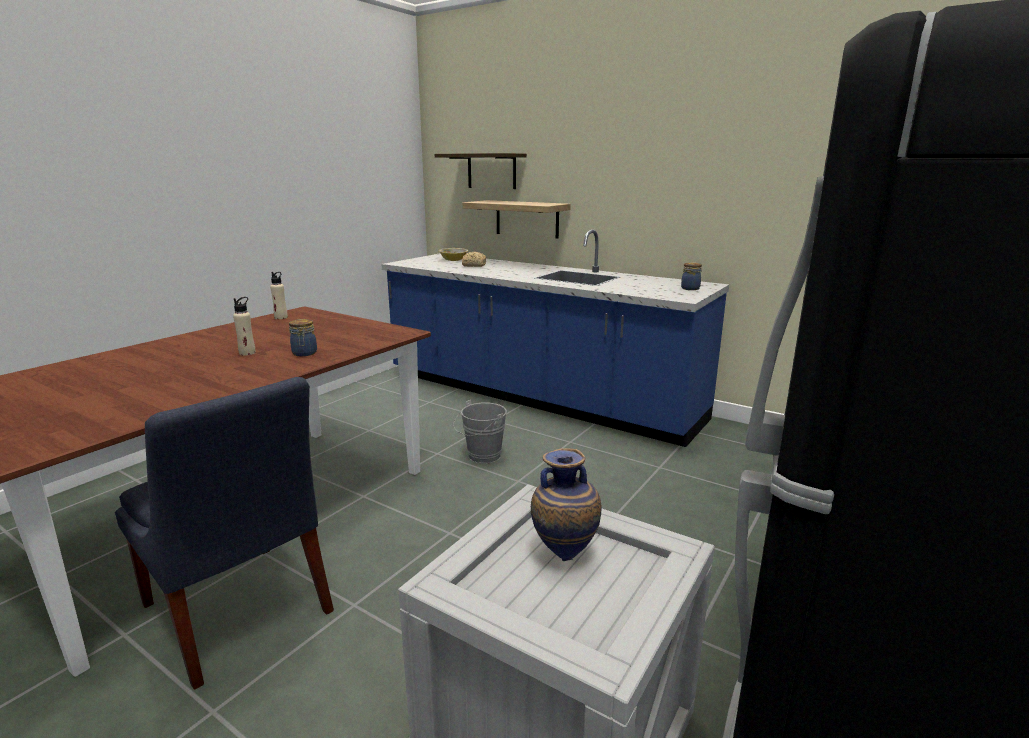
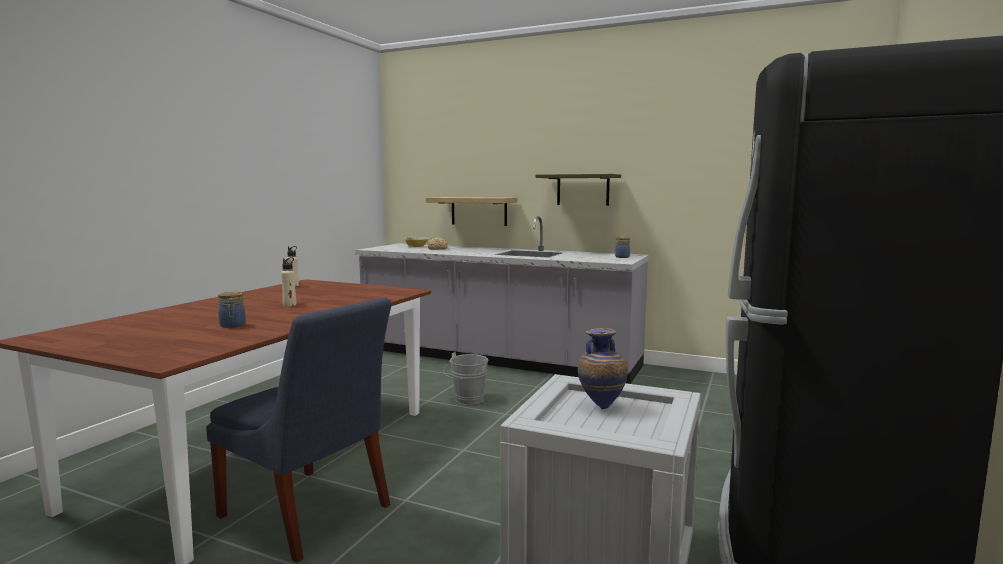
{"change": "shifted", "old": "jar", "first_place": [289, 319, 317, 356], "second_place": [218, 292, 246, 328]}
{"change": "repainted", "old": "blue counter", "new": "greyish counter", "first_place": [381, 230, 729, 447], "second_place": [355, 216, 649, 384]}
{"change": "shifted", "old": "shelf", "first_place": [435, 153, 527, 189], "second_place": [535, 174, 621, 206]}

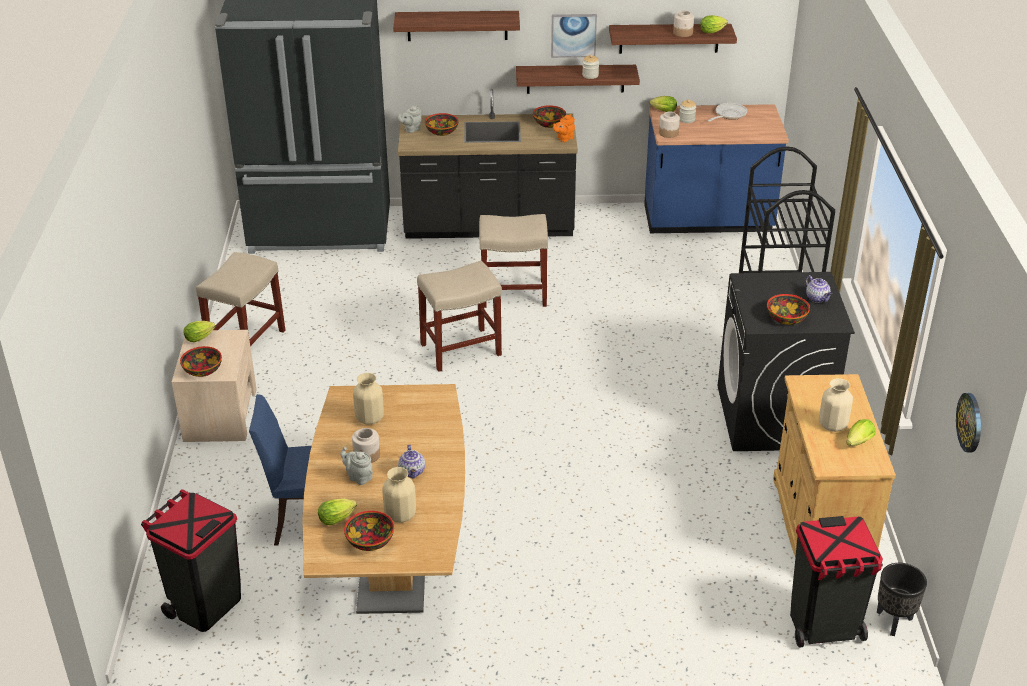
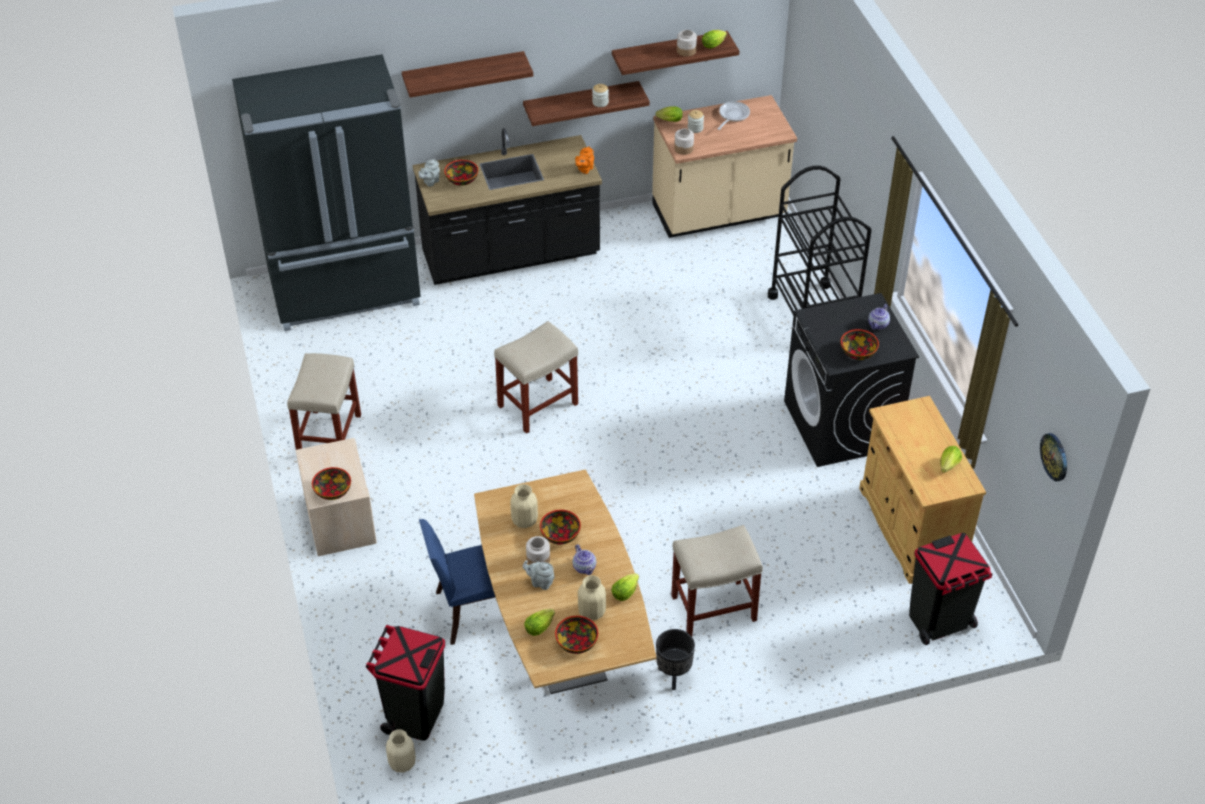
{"change": "shifted", "old": "beige-coloured flower vase", "first_place": [819, 378, 853, 432], "second_place": [386, 729, 416, 772]}
{"change": "shifted", "old": "deep dish", "first_place": [533, 105, 566, 128], "second_place": [540, 510, 581, 545]}
{"change": "shifted", "old": "lettuce", "first_place": [184, 321, 215, 342], "second_place": [611, 573, 639, 601]}
{"change": "repainted", "old": "blue counter", "new": "beige-coloured counter", "first_place": [644, 104, 789, 233], "second_place": [652, 95, 797, 238]}
{"change": "shifted", "old": "black-coloured plant pot", "first_place": [877, 563, 927, 636], "second_place": [656, 629, 695, 690]}
{"change": "shifted", "old": "beige-coloured stool", "first_place": [479, 214, 548, 308], "second_place": [671, 525, 763, 636]}
{"change": "rotated", "old": "tea pot", "first_place": [805, 275, 833, 303], "second_place": [868, 304, 890, 329], "degrees": 75}
{"change": "gone", "old": "picture", "first_place": [551, 14, 597, 58]}

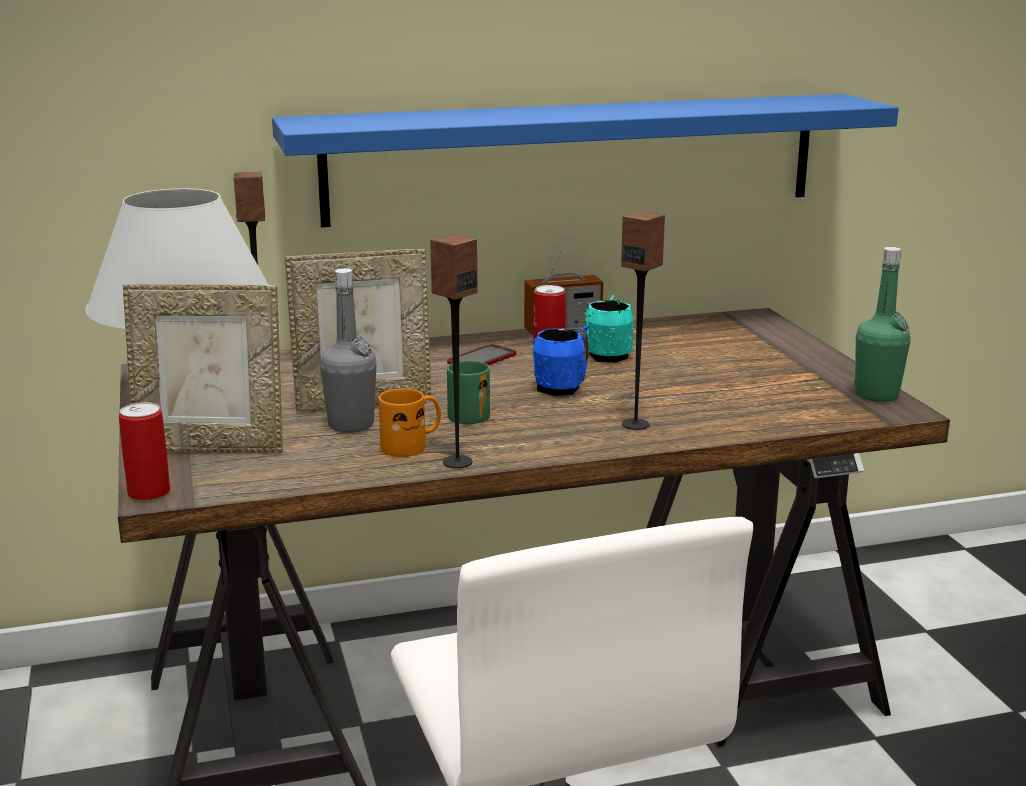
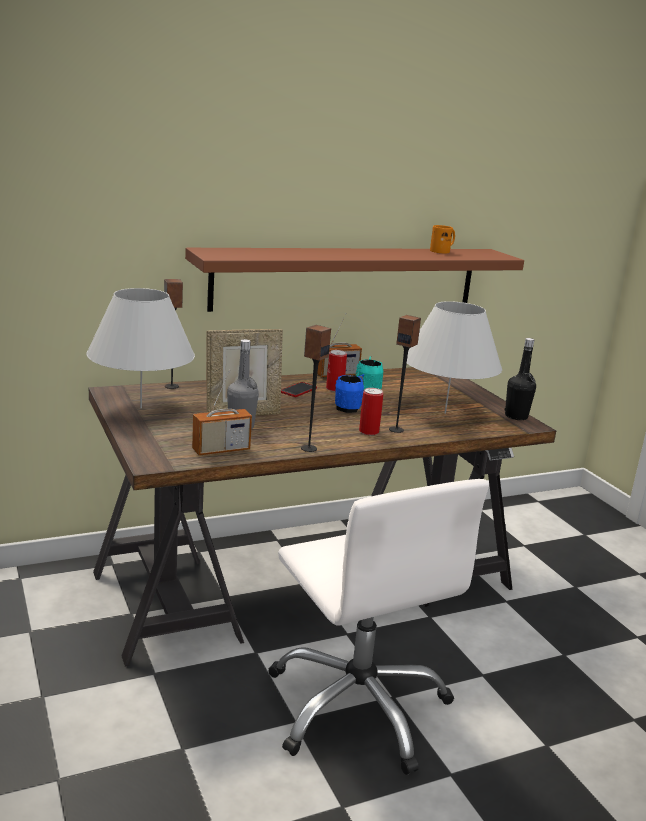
{"change": "repainted", "old": "blue shelf", "new": "brown-coloured shelf", "first_place": [272, 94, 899, 227], "second_place": [185, 248, 524, 312]}
{"change": "new", "new": "radio", "second_place": [192, 370, 252, 455]}
{"change": "shifted", "old": "metal can", "first_place": [119, 402, 170, 501], "second_place": [359, 388, 383, 435]}
{"change": "new", "new": "whitish lamp for a table", "second_place": [407, 301, 502, 414]}
{"change": "shifted", "old": "orangey tea mug", "first_place": [379, 389, 441, 457], "second_place": [430, 225, 455, 253]}
{"change": "repainted", "old": "greenish drink bottle", "new": "black-coloured drink bottle", "first_place": [854, 247, 911, 402], "second_place": [505, 338, 536, 420]}
{"change": "gone", "old": "picture frame", "first_place": [123, 284, 283, 453]}
{"change": "gone", "old": "greenish tea mug", "first_place": [447, 360, 490, 424]}

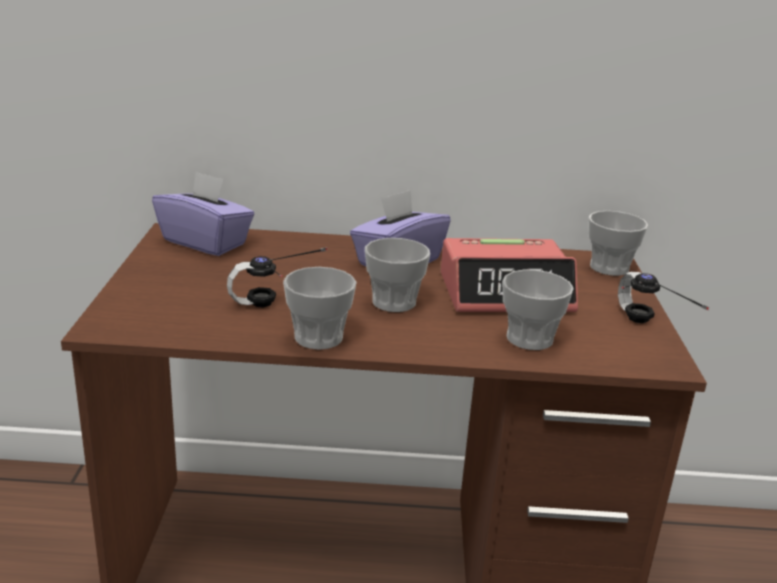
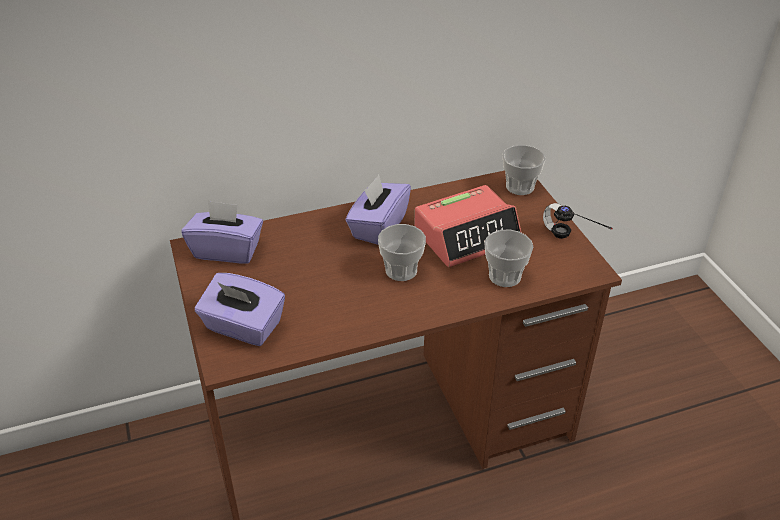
{"change": "new", "new": "purplish box of tissues", "second_place": [195, 273, 285, 346]}
{"change": "gone", "old": "headphones", "first_place": [227, 248, 327, 308]}
{"change": "gone", "old": "cup", "first_place": [283, 267, 357, 350]}

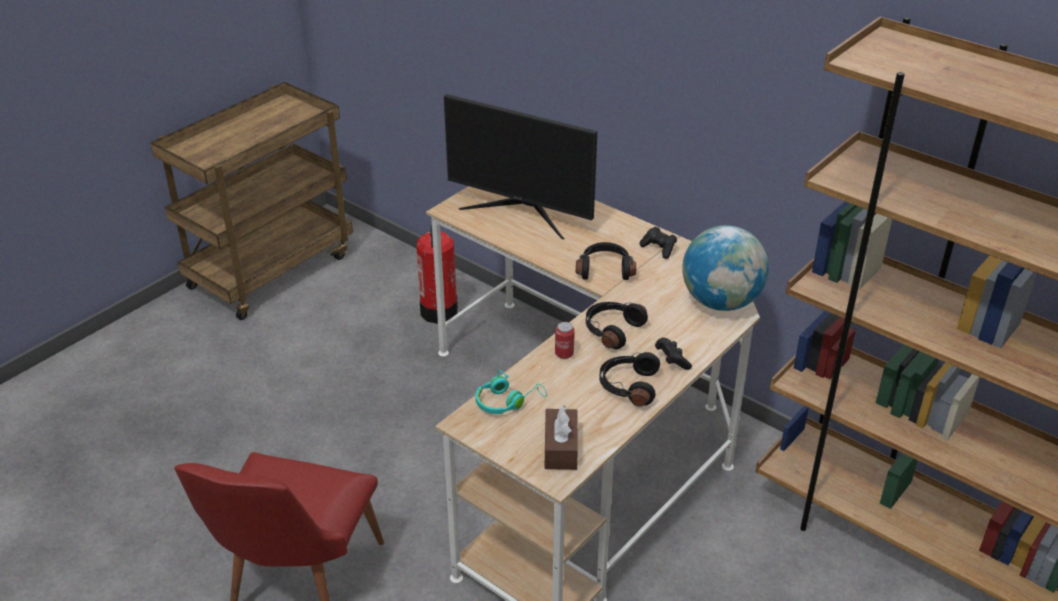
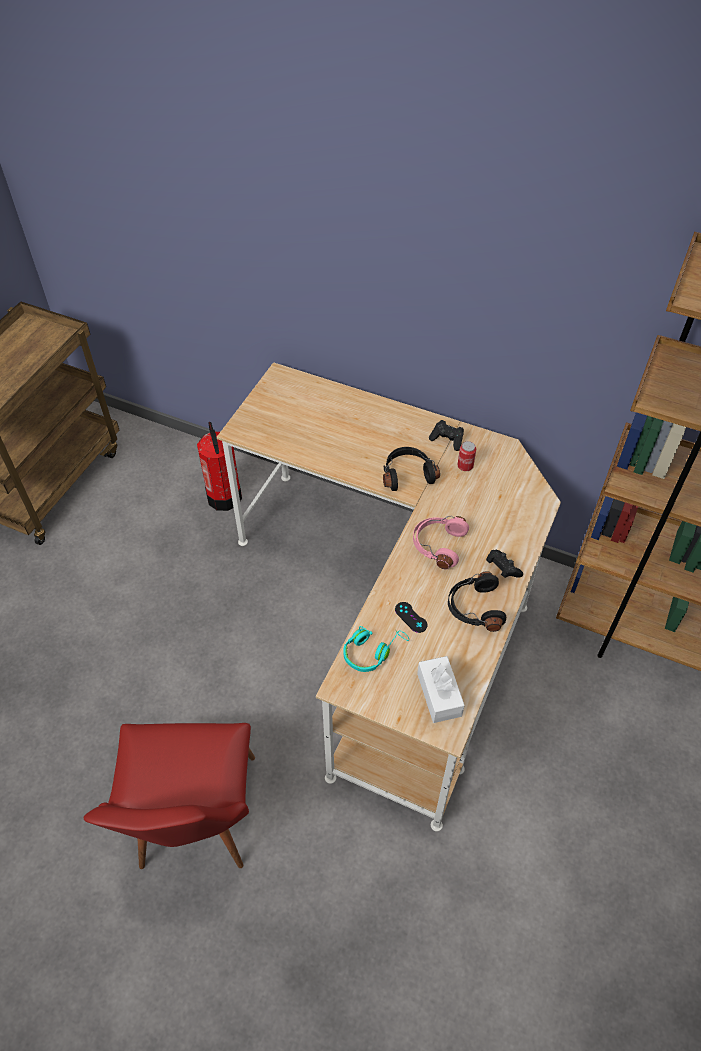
{"change": "new", "new": "black-coloured gamepad", "second_place": [395, 602, 428, 633]}
{"change": "repainted", "old": "black-coloured headphones", "new": "pink headphones", "first_place": [586, 302, 648, 349], "second_place": [413, 516, 469, 570]}
{"change": "repainted", "old": "brown-coloured box of tissues", "new": "whitish box of tissues", "first_place": [545, 405, 578, 470], "second_place": [417, 656, 465, 723]}
{"change": "shifted", "old": "metal can", "first_place": [555, 322, 575, 359], "second_place": [458, 441, 476, 471]}
{"change": "gone", "old": "computer screen", "first_place": [444, 94, 597, 239]}
{"change": "gone", "old": "world globe", "first_place": [682, 225, 769, 311]}

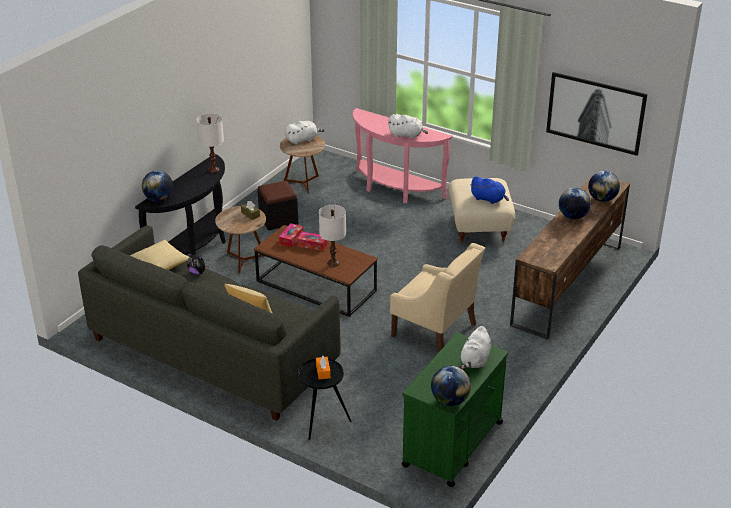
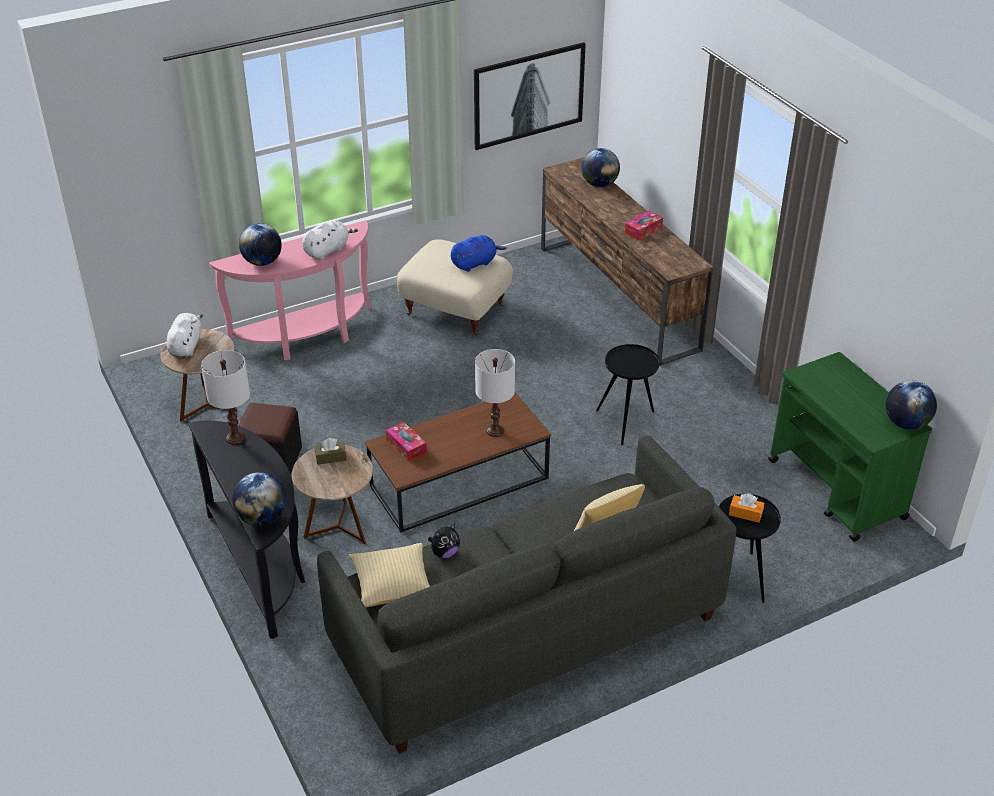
{"change": "shifted", "old": "world globe", "first_place": [559, 188, 591, 219], "second_place": [239, 223, 282, 266]}
{"change": "swapped", "old": "beige-coloured lounge chair", "new": "black-coloured accent table", "first_place": [390, 243, 485, 352], "second_place": [596, 344, 660, 445]}
{"change": "shifted", "old": "box of tissues", "first_place": [297, 232, 328, 251], "second_place": [625, 211, 663, 241]}
{"change": "gone", "old": "whitish plush toy", "first_place": [458, 326, 491, 369]}

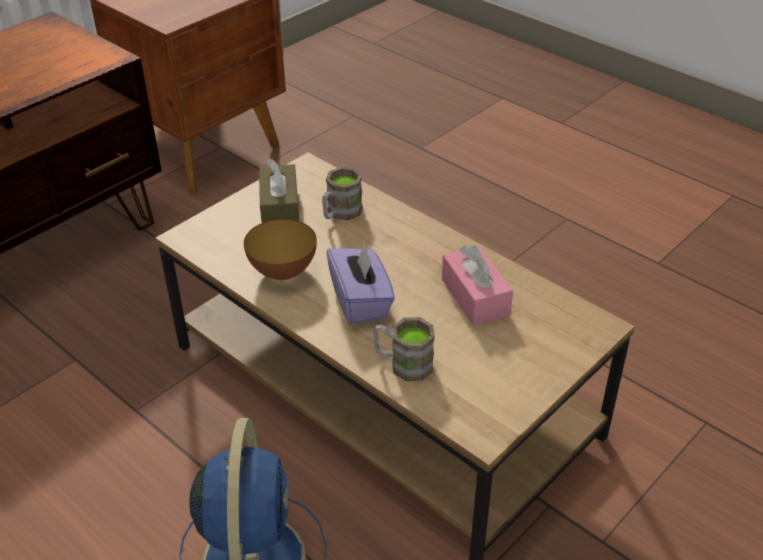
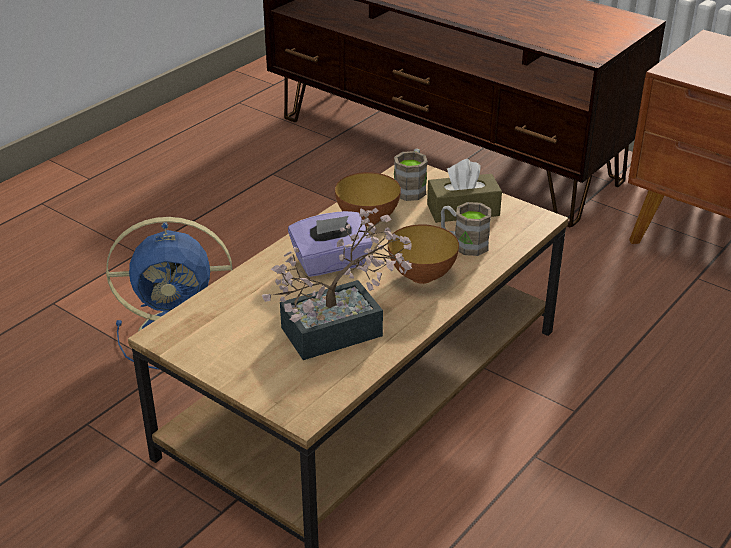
{"change": "swapped", "old": "pink box of tissues", "new": "houseplant", "first_place": [442, 245, 513, 326], "second_place": [262, 208, 412, 360]}
{"change": "new", "new": "deep dish", "second_place": [388, 224, 459, 284]}
{"change": "shifted", "old": "brown-coloured tea mug", "first_place": [373, 317, 435, 381], "second_place": [394, 149, 428, 201]}

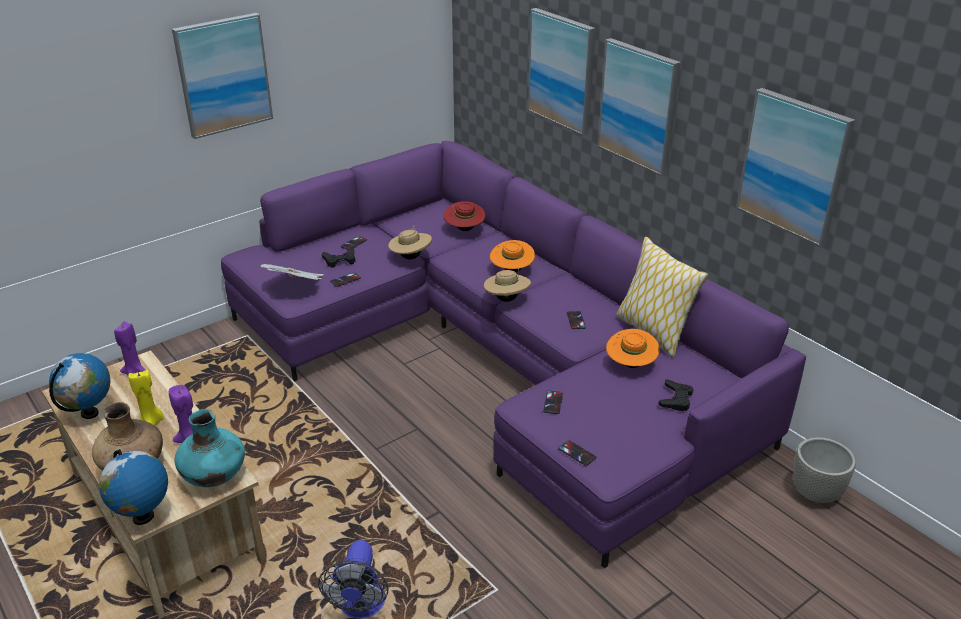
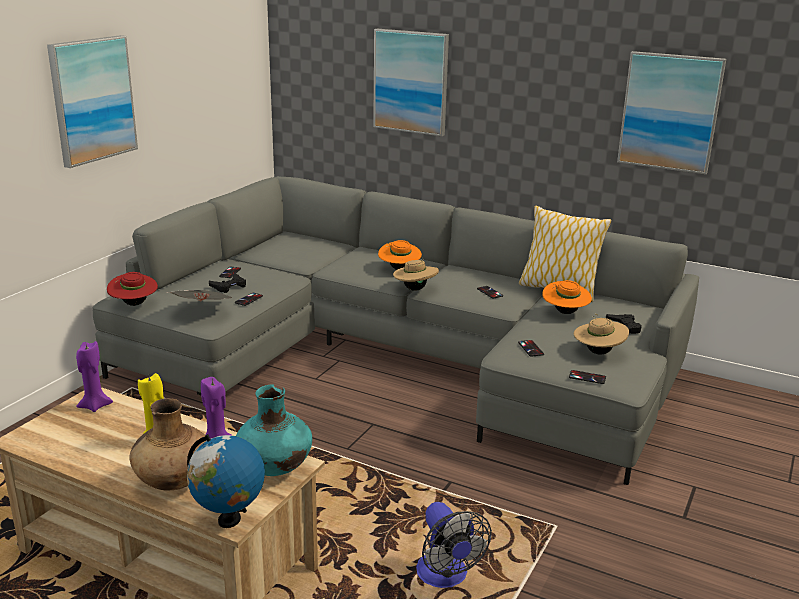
{"change": "repainted", "old": "purplish settee", "new": "greyish settee", "first_place": [221, 141, 806, 569], "second_place": [93, 176, 699, 485]}
{"change": "shifted", "old": "red-coloured hat", "first_place": [444, 201, 486, 231], "second_place": [107, 272, 158, 306]}
{"change": "shifted", "old": "beige-coloured hat", "first_place": [388, 226, 432, 259], "second_place": [574, 314, 629, 355]}
{"change": "gone", "old": "world globe", "first_place": [49, 353, 110, 419]}
{"change": "gone", "old": "picture", "first_place": [597, 38, 681, 176]}
{"change": "gone", "old": "greyish plant pot", "first_place": [793, 437, 856, 503]}

